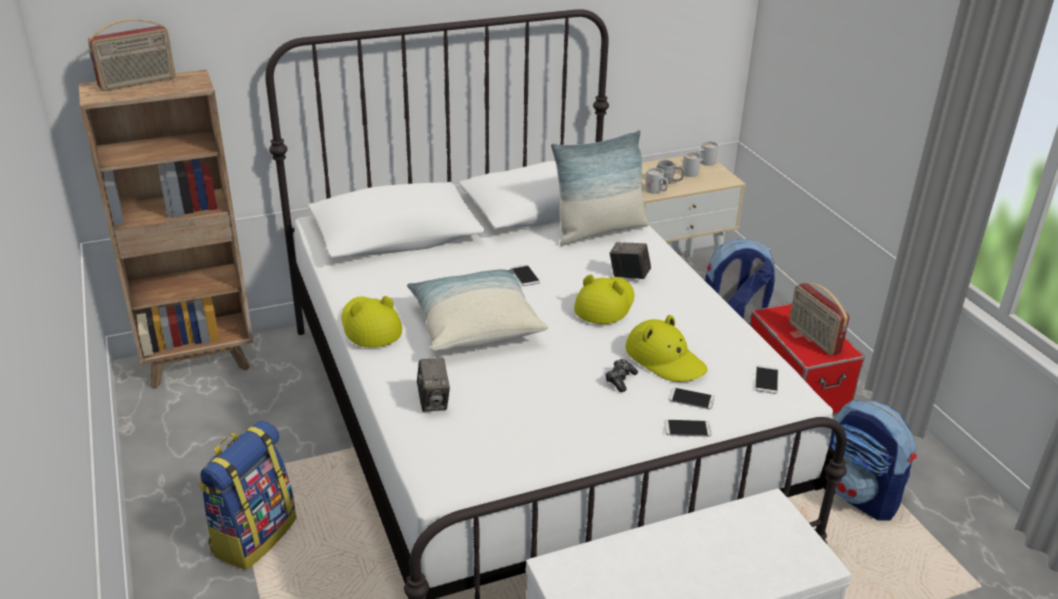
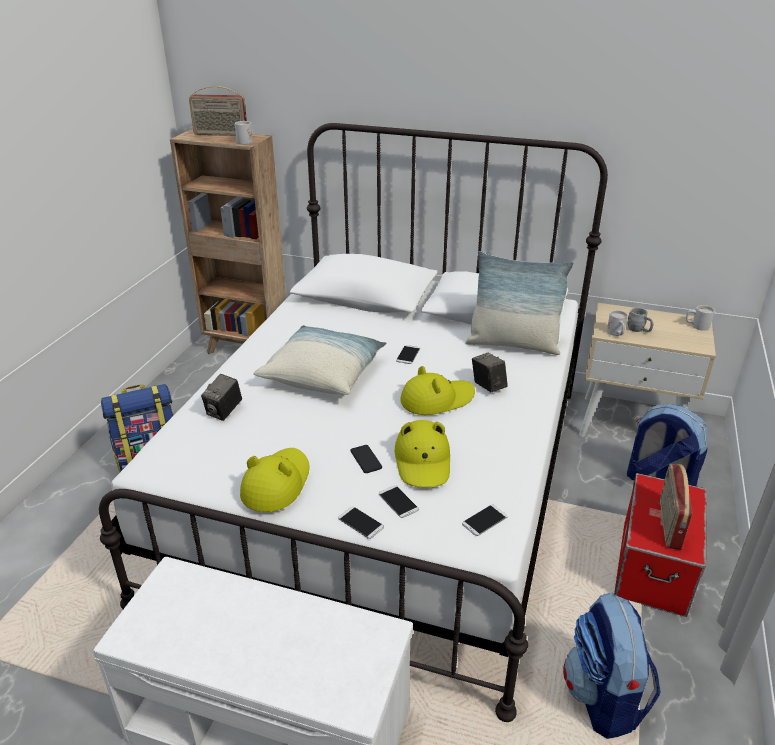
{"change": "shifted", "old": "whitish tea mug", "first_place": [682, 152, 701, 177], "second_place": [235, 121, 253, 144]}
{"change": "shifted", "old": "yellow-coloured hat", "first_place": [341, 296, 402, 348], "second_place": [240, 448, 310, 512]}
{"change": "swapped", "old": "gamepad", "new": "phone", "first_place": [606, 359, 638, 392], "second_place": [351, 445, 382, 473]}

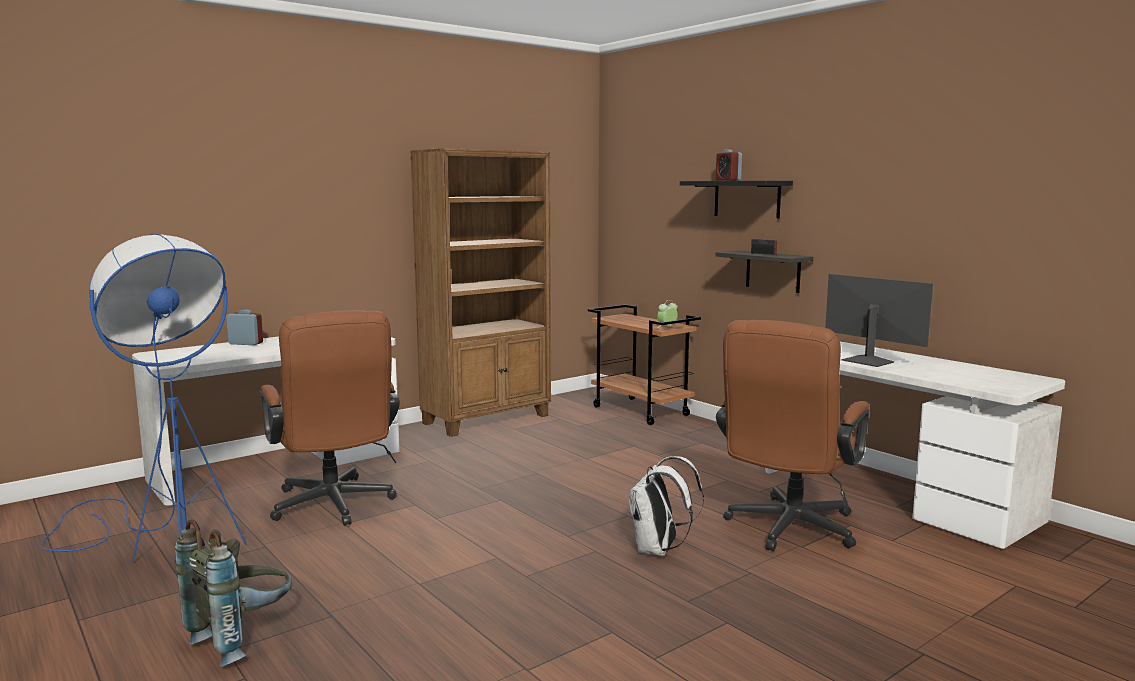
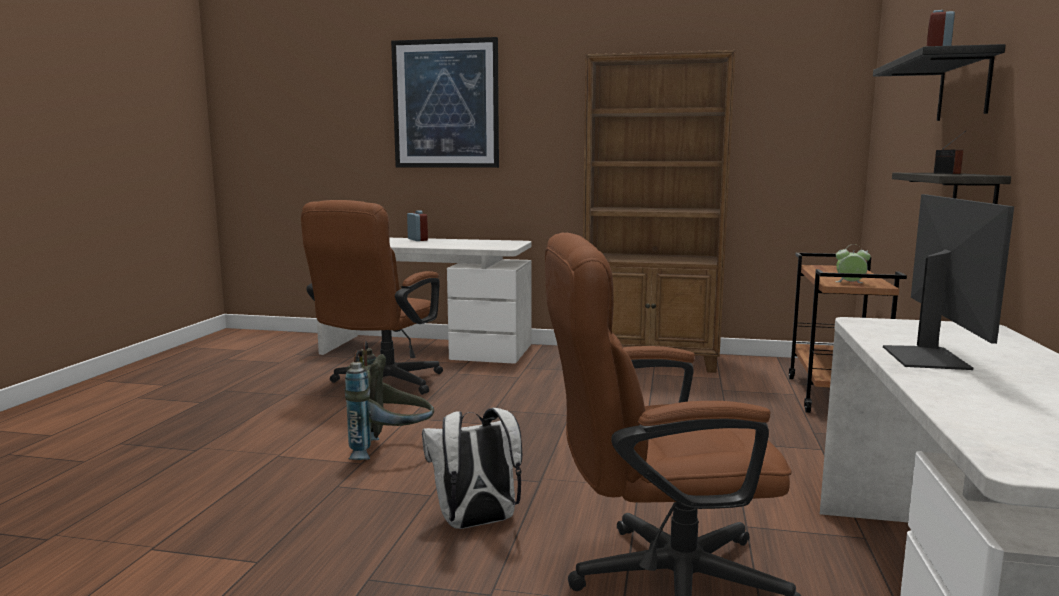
{"change": "shifted", "old": "greyish backpack", "first_place": [175, 520, 292, 667], "second_place": [345, 341, 434, 460]}
{"change": "new", "new": "picture", "second_place": [391, 37, 499, 168]}
{"change": "gone", "old": "blue floor lamp", "first_place": [41, 234, 247, 562]}

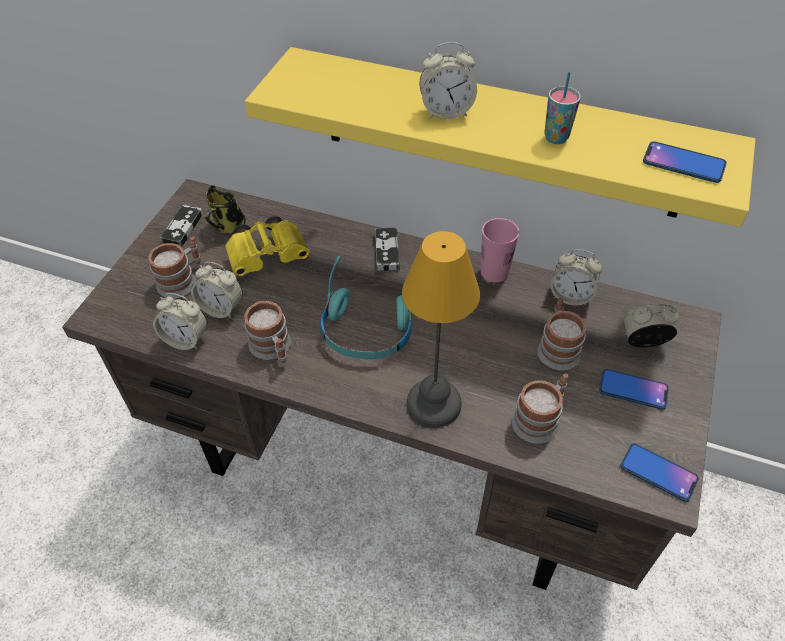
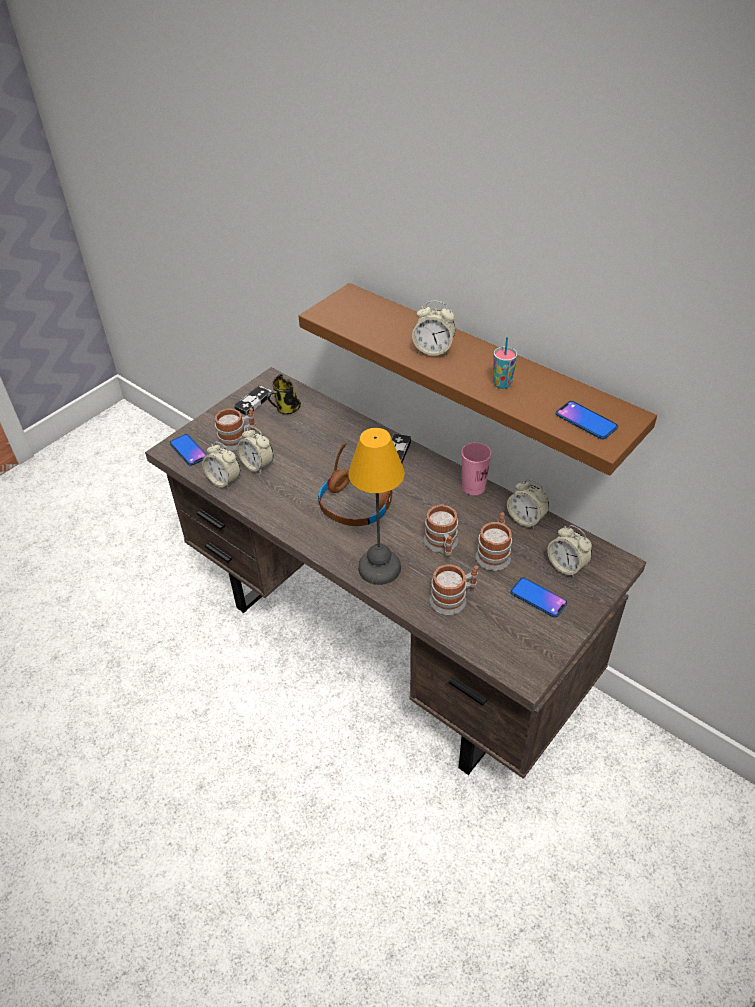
{"change": "shifted", "old": "phone", "first_place": [620, 443, 699, 502], "second_place": [169, 434, 207, 466]}
{"change": "repainted", "old": "yellow-coloured shelf", "new": "brown-coloured shelf", "first_place": [245, 47, 756, 227], "second_place": [299, 283, 657, 476]}
{"change": "repainted", "old": "turquoise-coloured headphones", "new": "brown-coloured headphones", "first_place": [320, 256, 412, 359], "second_place": [318, 443, 392, 526]}
{"change": "shifted", "old": "tea mug", "first_place": [244, 301, 291, 363], "second_place": [424, 504, 458, 557]}
{"change": "rotated", "old": "table clock", "first_place": [623, 304, 679, 348], "second_place": [547, 525, 592, 578], "degrees": -150}
{"change": "gone", "old": "yellow-coloured binoculars", "first_place": [225, 216, 310, 277]}

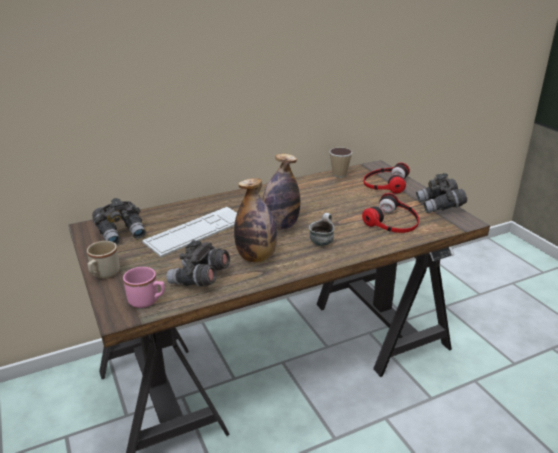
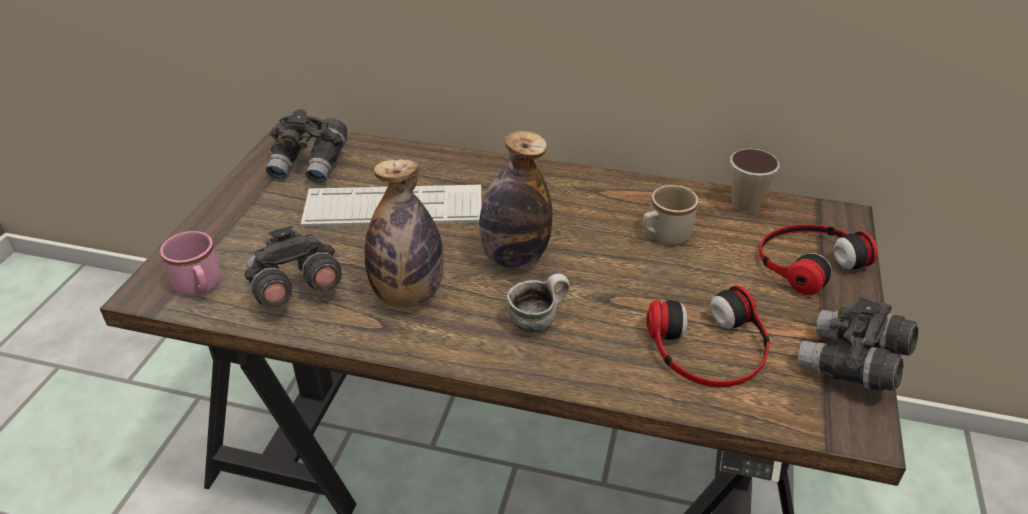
{"change": "shifted", "old": "beige-coloured tea mug", "first_place": [87, 241, 120, 278], "second_place": [642, 185, 698, 245]}

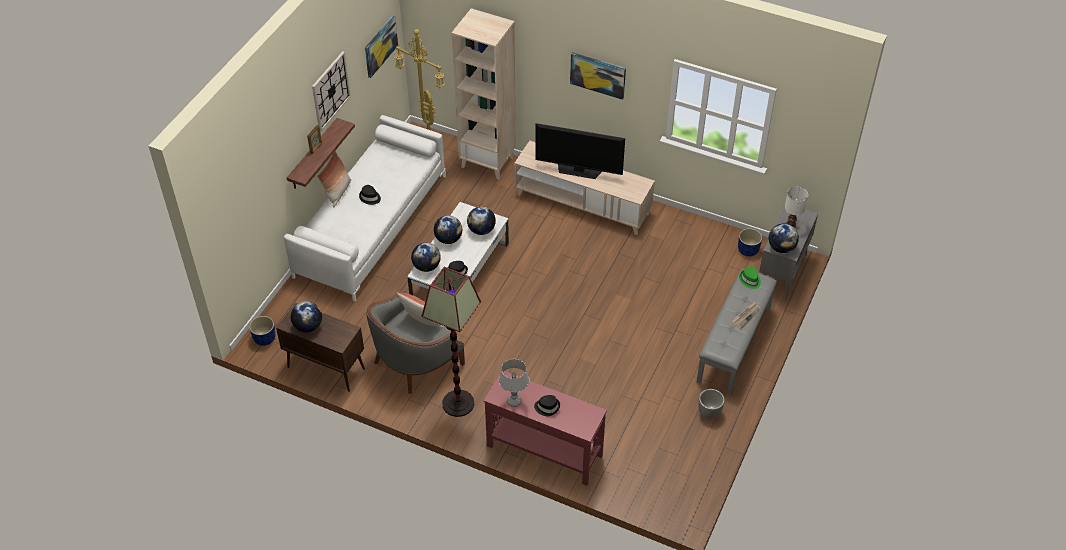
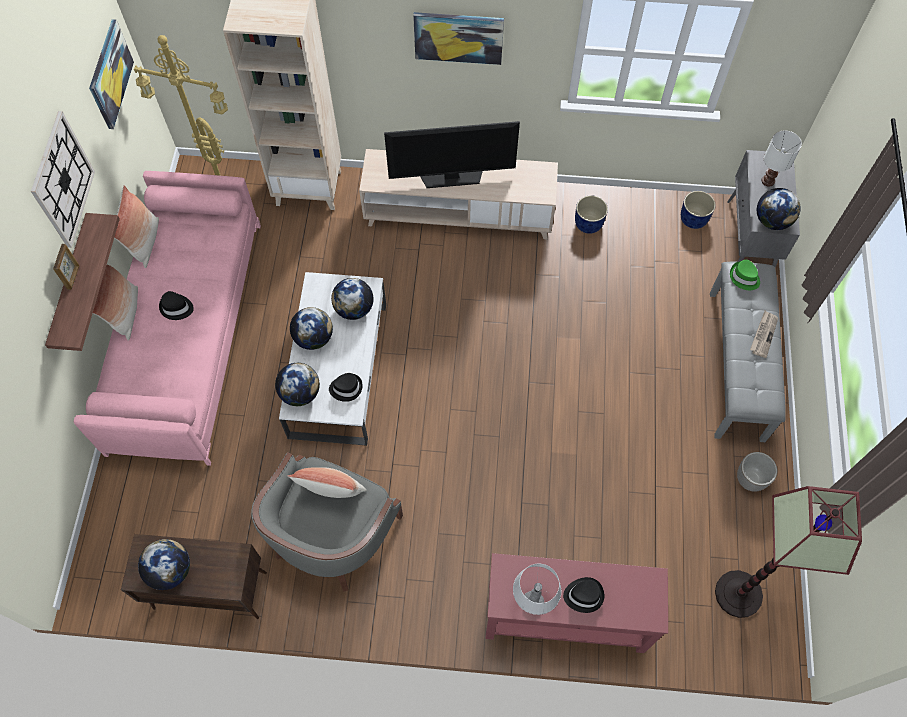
{"change": "repainted", "old": "whitish settee", "new": "pink settee", "first_place": [284, 115, 446, 302], "second_place": [74, 171, 261, 466]}
{"change": "new", "new": "throw pillow", "second_place": [114, 185, 159, 268]}
{"change": "shifted", "old": "blue plant pot", "first_place": [249, 316, 276, 346], "second_place": [575, 196, 608, 234]}
{"change": "shifted", "old": "floor lamp", "first_place": [422, 267, 481, 417], "second_place": [715, 486, 862, 618]}

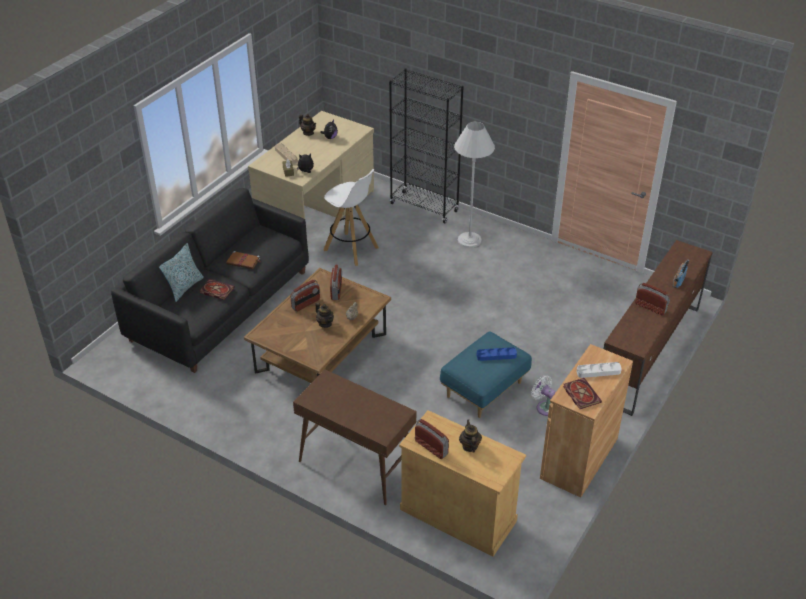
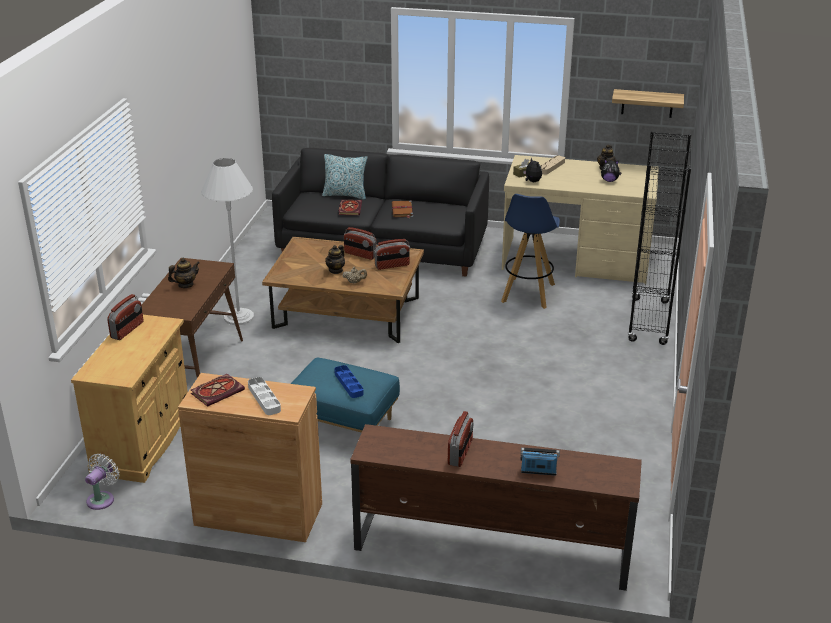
{"change": "shifted", "old": "whitish electric fan", "first_place": [531, 375, 556, 416], "second_place": [85, 453, 119, 510]}
{"change": "shifted", "old": "tea pot", "first_place": [459, 420, 482, 453], "second_place": [168, 258, 200, 288]}
{"change": "shifted", "old": "whitish floor lamp", "first_place": [454, 122, 495, 248], "second_place": [201, 158, 254, 325]}
{"change": "repainted", "old": "whitish stool", "new": "blue stool", "first_place": [323, 169, 379, 266], "second_place": [501, 194, 560, 309]}
{"change": "new", "new": "shelf", "second_place": [612, 89, 684, 118]}

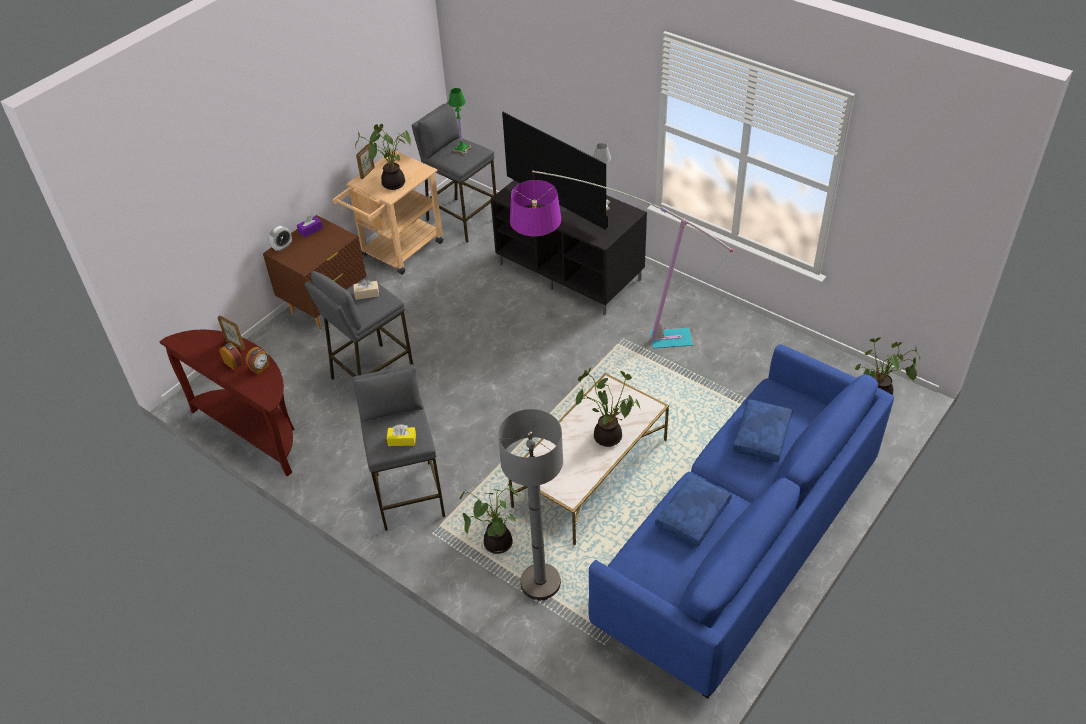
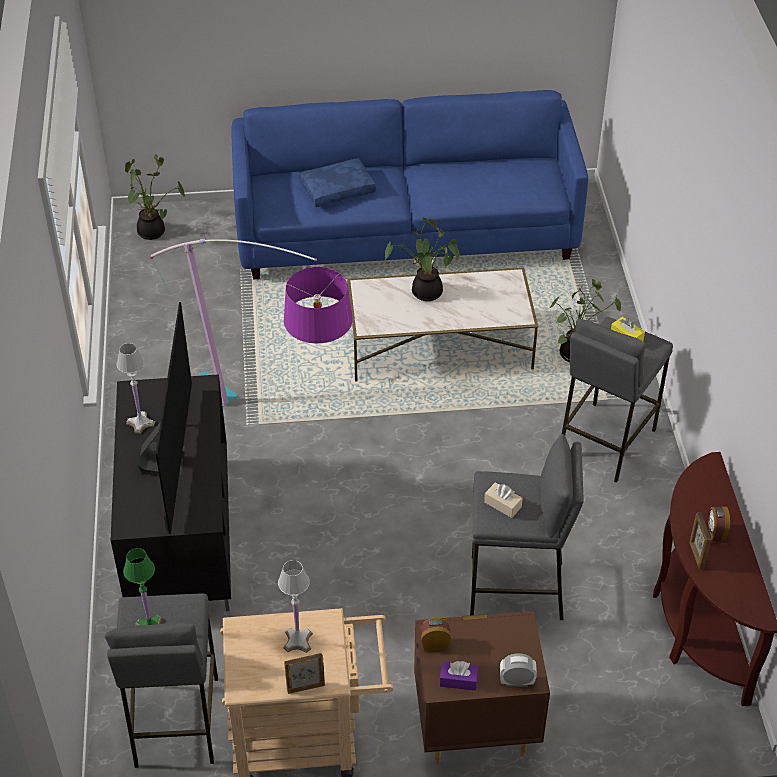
{"change": "swapped", "old": "houseplant", "new": "whitish lamp for a table", "first_place": [355, 124, 411, 190], "second_place": [278, 560, 313, 653]}
{"change": "shifted", "old": "table clock", "first_place": [245, 347, 269, 375], "second_place": [420, 618, 451, 651]}
{"change": "gone", "old": "greyish floor lamp", "first_place": [498, 409, 563, 600]}
{"change": "gone", "old": "blue throw pillow", "first_place": [655, 474, 732, 547]}

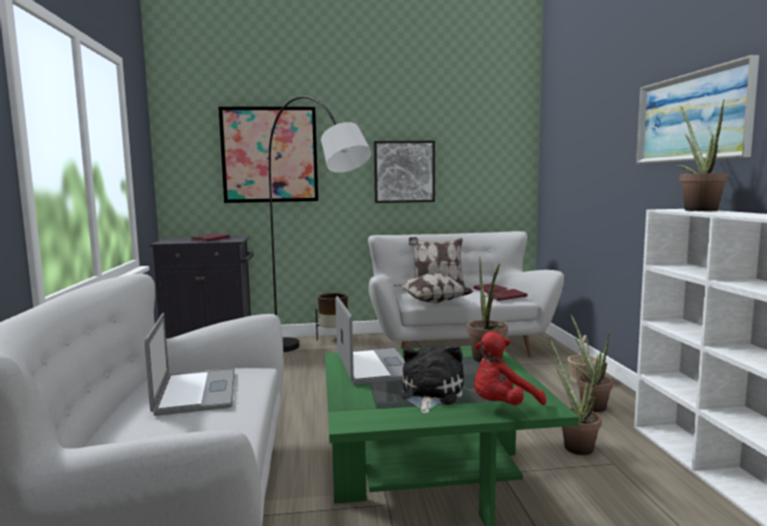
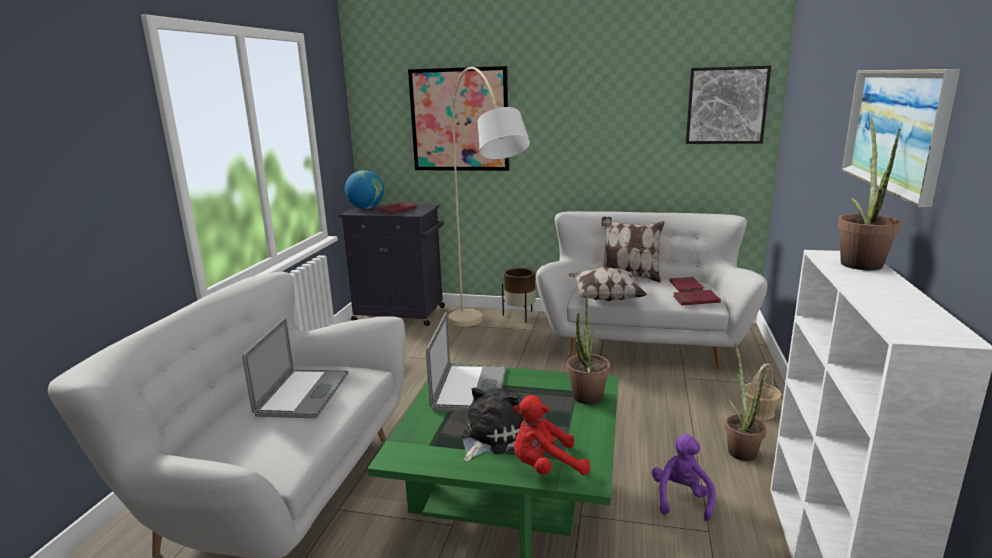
{"change": "new", "new": "world globe", "second_place": [345, 170, 384, 209]}
{"change": "repainted", "old": "black-coloured floor lamp", "new": "beige-coloured floor lamp", "first_place": [269, 96, 372, 352], "second_place": [448, 67, 530, 327]}
{"change": "swapped", "old": "houseplant", "new": "purplish plush toy", "first_place": [548, 337, 602, 455], "second_place": [652, 434, 716, 521]}
{"change": "shifted", "old": "picture", "first_place": [374, 141, 435, 203], "second_place": [686, 66, 771, 144]}

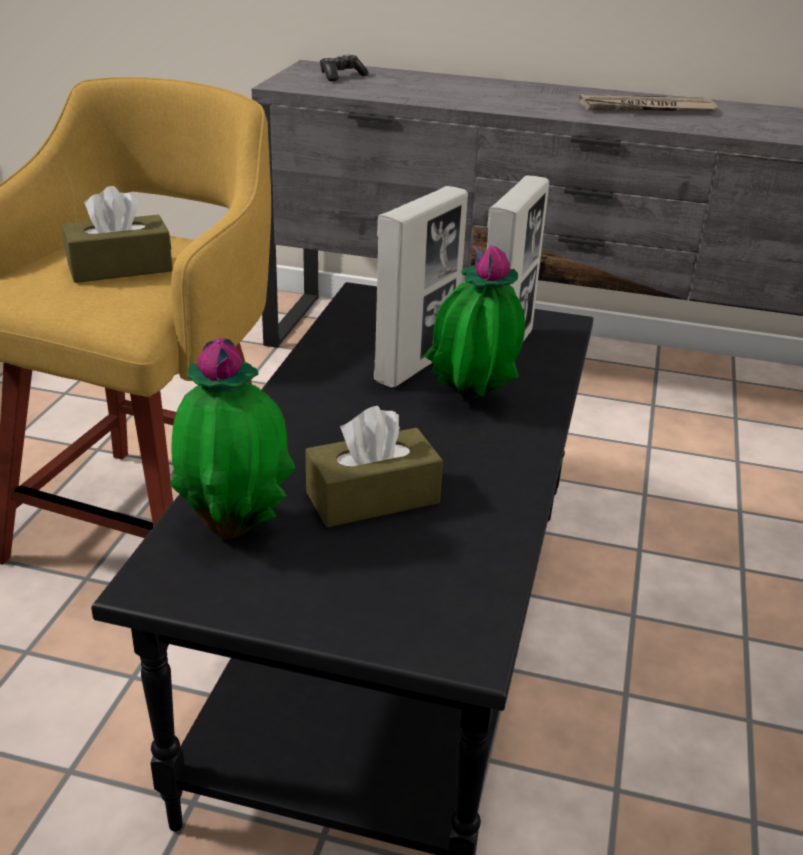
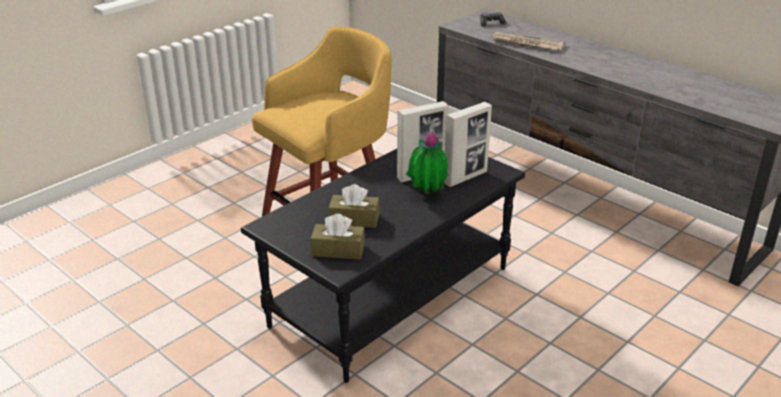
{"change": "shifted", "old": "brown-coloured box of tissues", "first_place": [62, 186, 173, 283], "second_place": [311, 214, 365, 260]}
{"change": "shifted", "old": "newspaper", "first_place": [579, 94, 718, 112], "second_place": [493, 32, 565, 51]}
{"change": "gone", "old": "houseplant", "first_place": [171, 338, 295, 539]}

